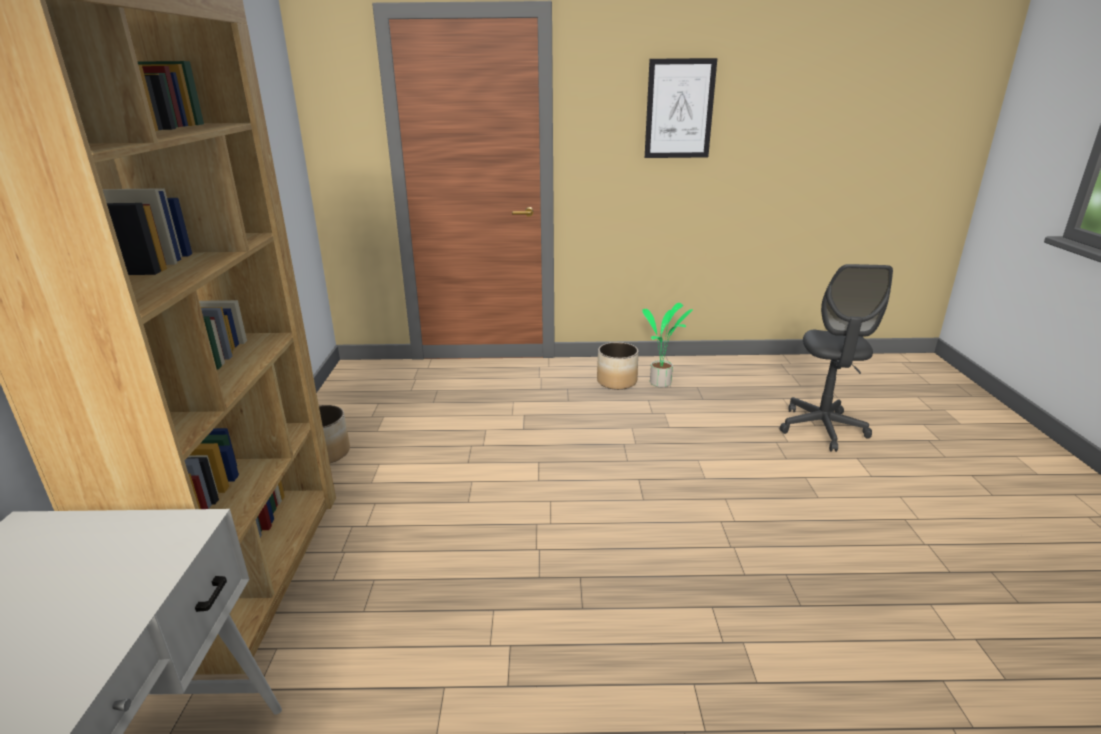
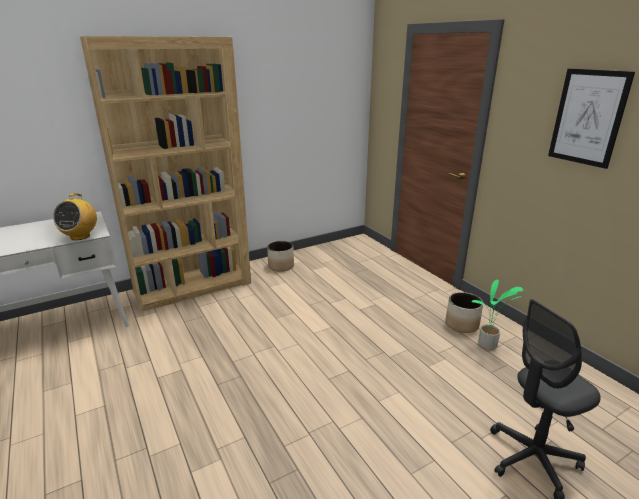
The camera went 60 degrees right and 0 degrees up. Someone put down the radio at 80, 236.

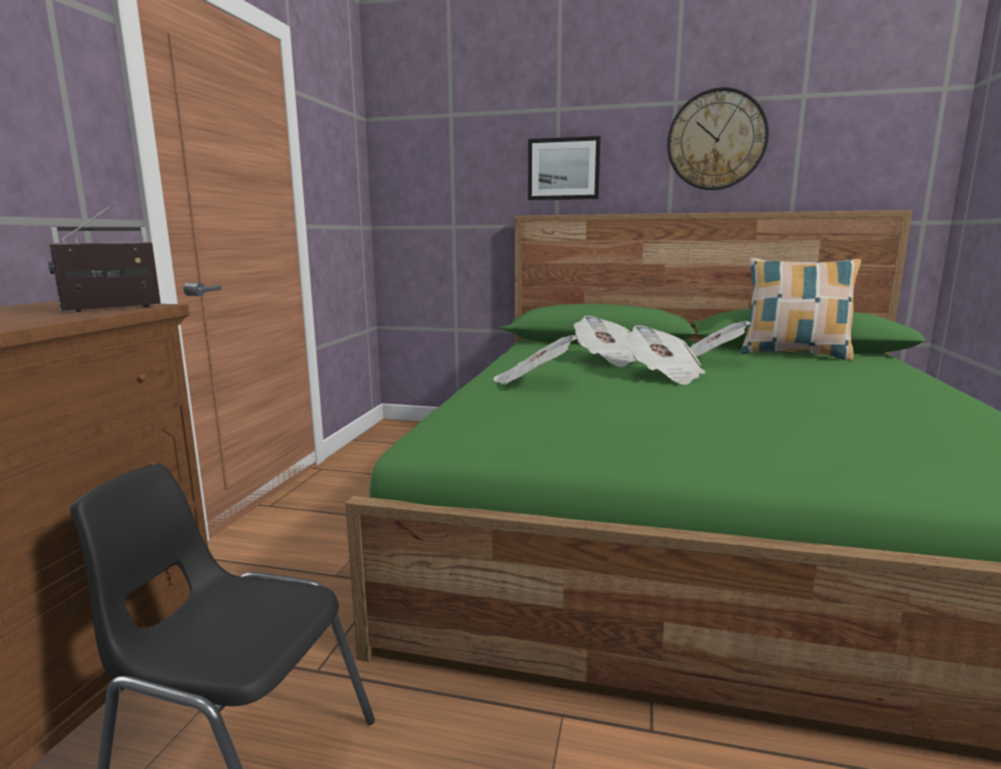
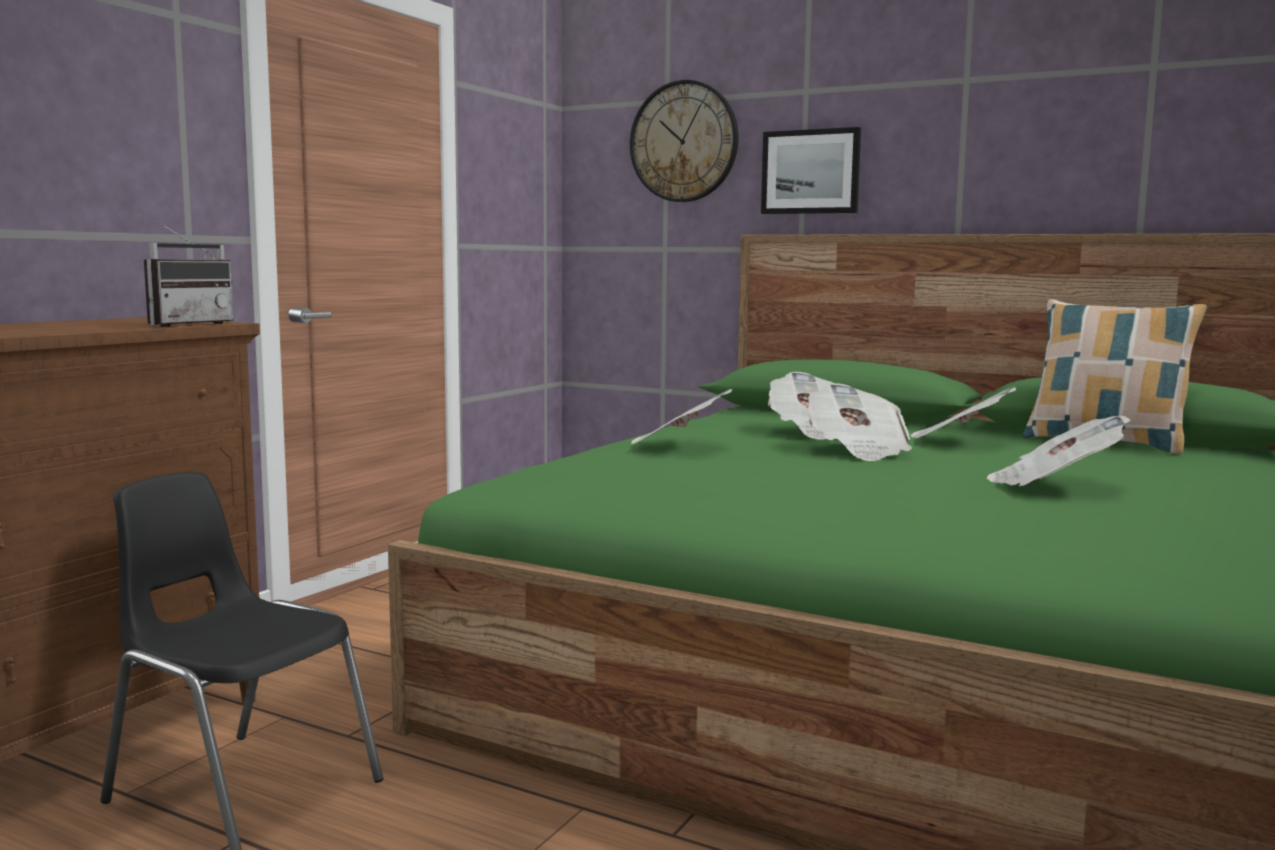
The camera went 15 degrees right and 5 degrees down. Someone rotated the radio at 114, 310 by 150 degrees clockwise. Someone carried the wall clock from 716, 140 to 684, 142. Someone put down the newspaper at 1053, 485.

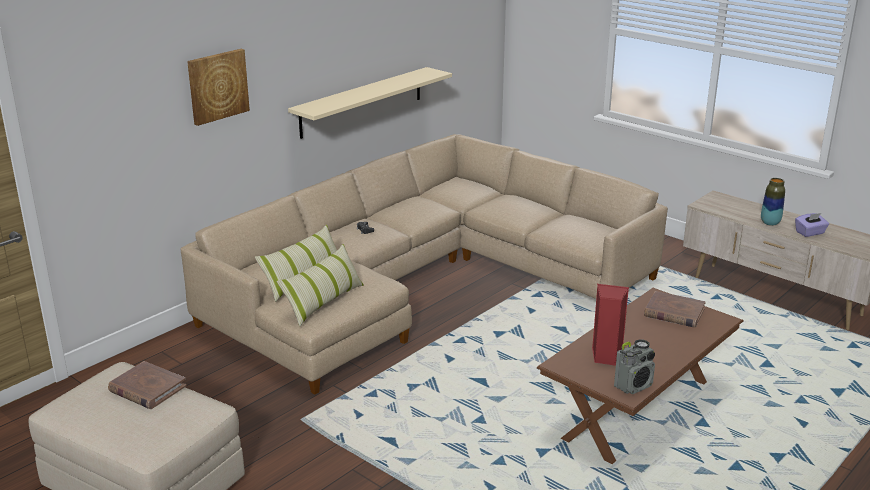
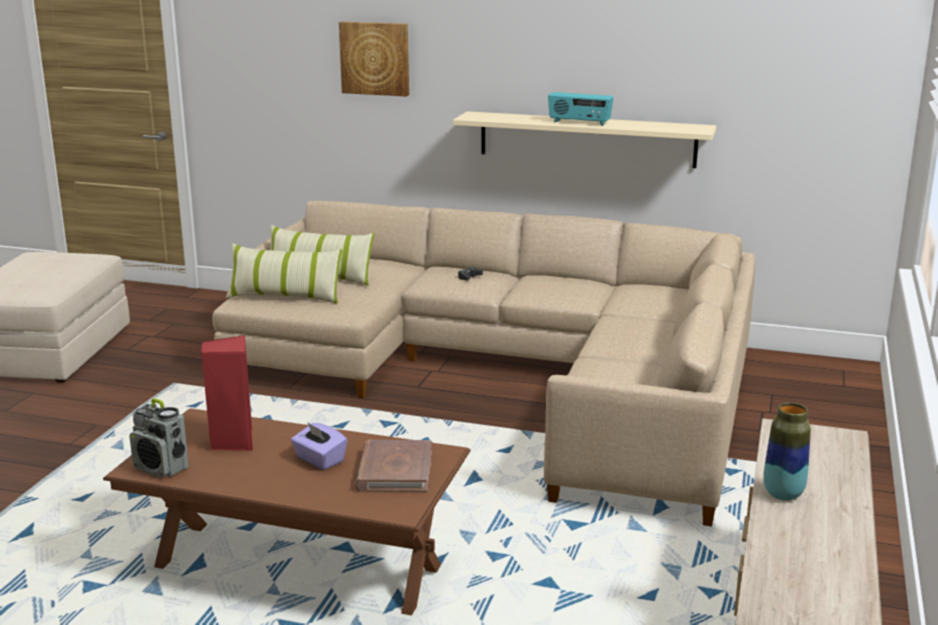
The camera went 65 degrees right and 5 degrees down. Someone took away the book in brown at 147, 389. Someone carried the tissue box in purple from 810, 233 to 319, 460. Someone put down the radio at 579, 123.

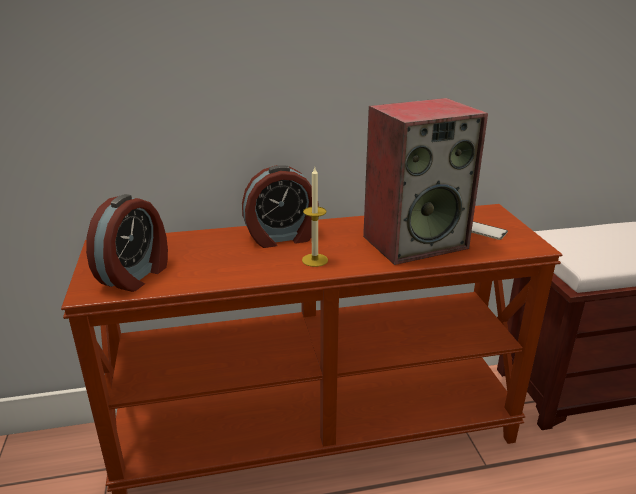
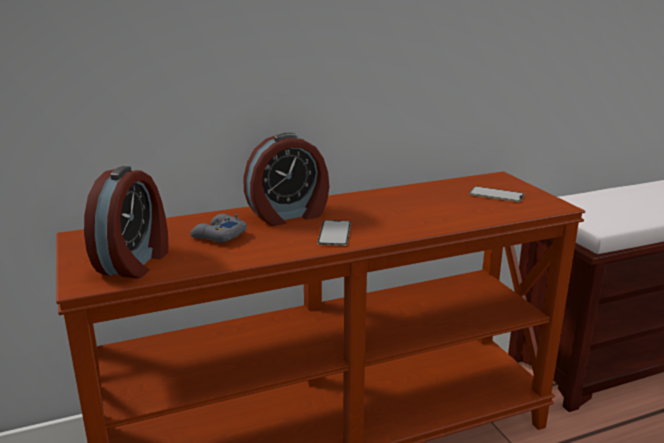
The camera went 10 degrees left and 5 degrees down. Someone swapped the candle at 315, 260 for the phone at 334, 233. Someone took away the speaker at 415, 241. Someone put down the game controller in grey at 219, 235.

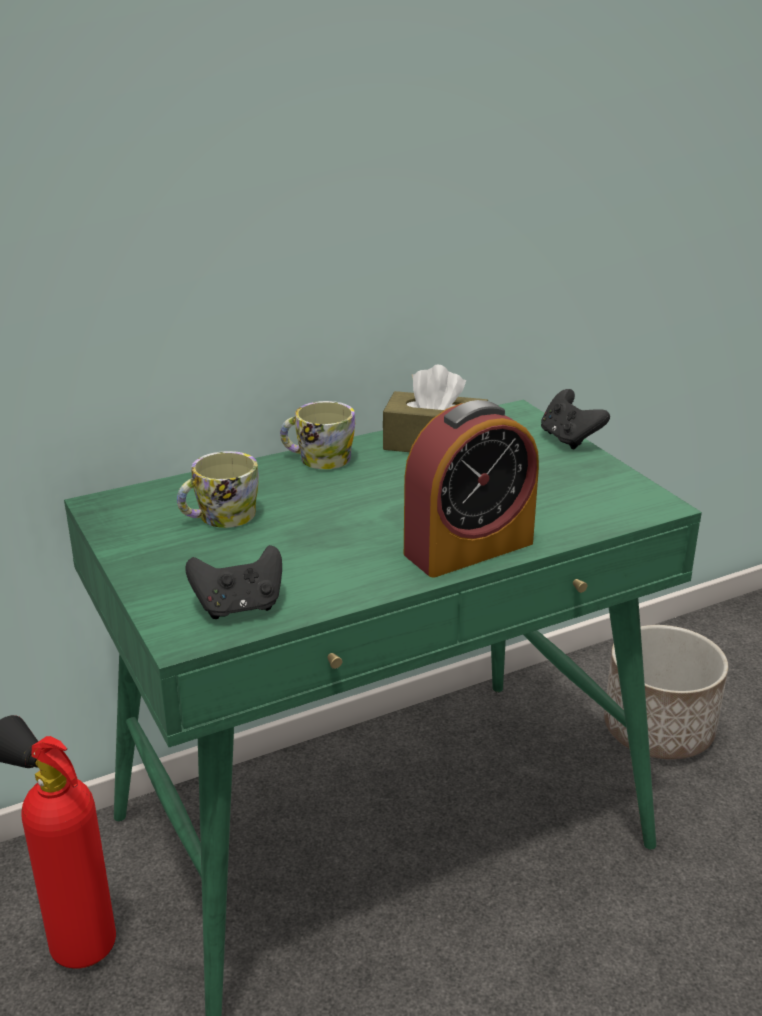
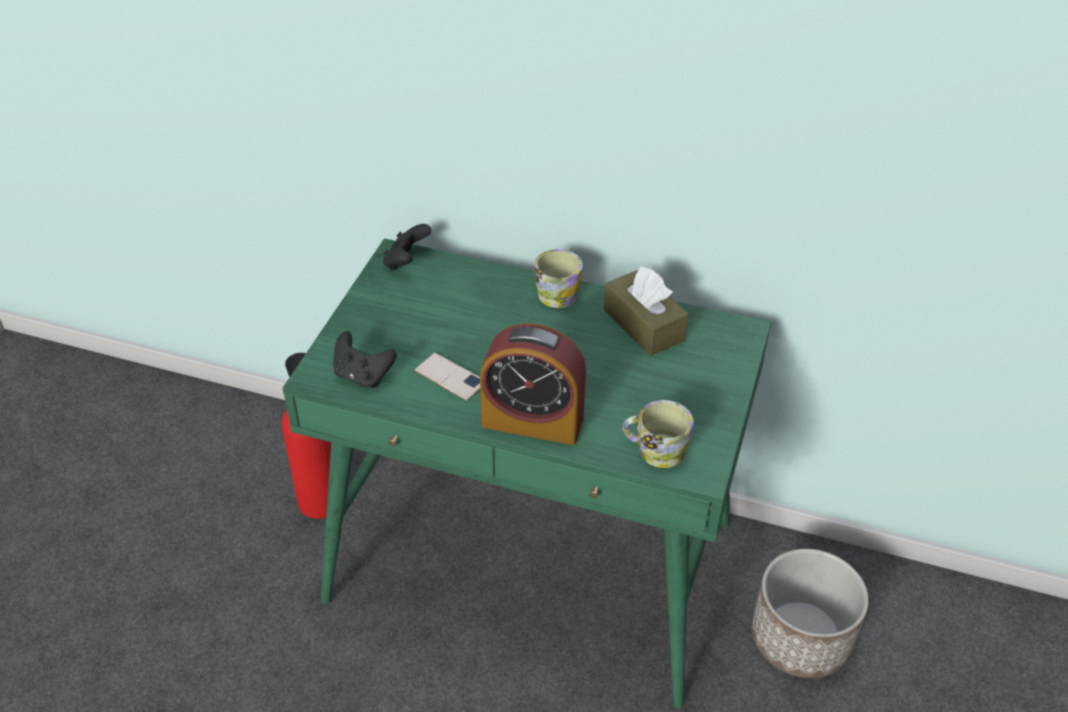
The camera went 45 degrees right and 15 degrees up. Someone carried the mug from 219, 517 to 654, 449. Someone carried the game controller in black from 569, 439 to 406, 262. Someone put down the phone at 450, 377.

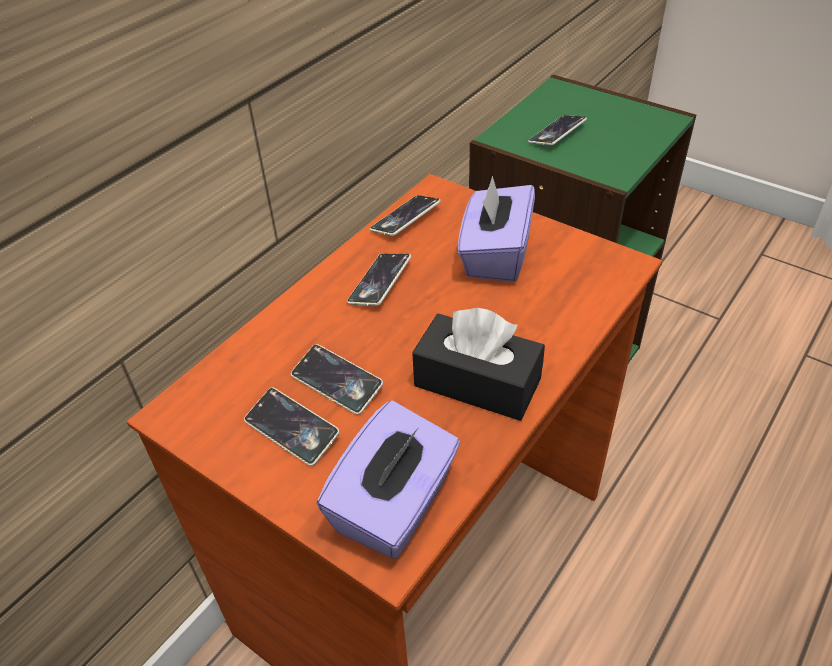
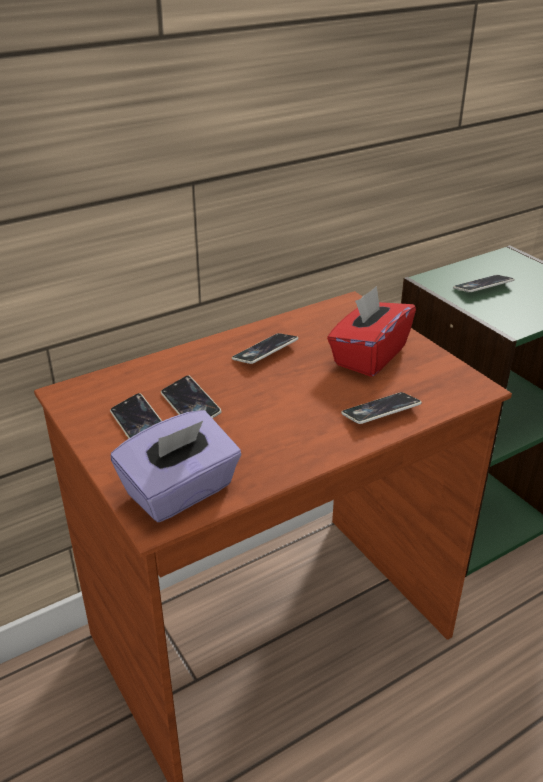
The camera went 20 degrees right and 10 degrees down. Someone carried the phone from 405, 219 to 380, 412. Someone took away the tissue box in black at 477, 382. Someone repainted the tissue box in purple at 495, 255, which became the tissue box in red at 369, 356.

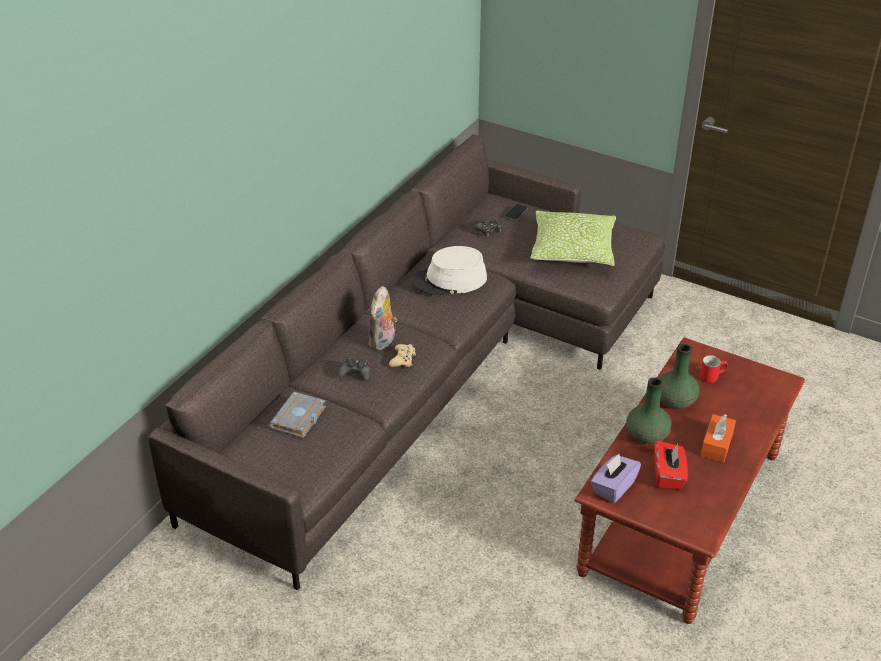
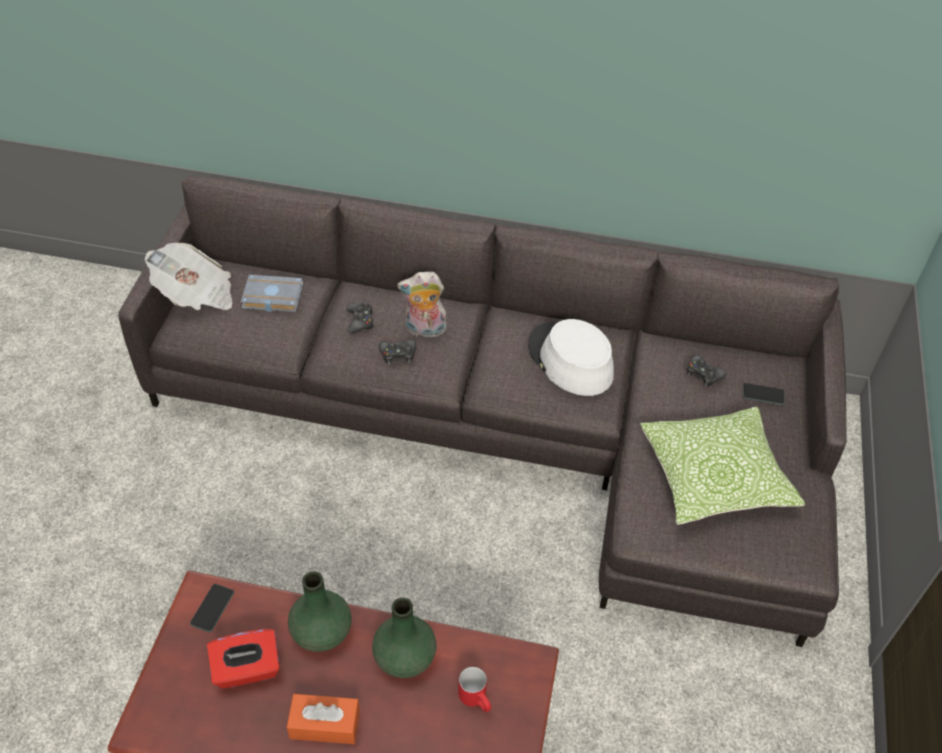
The camera went 70 degrees right and 10 degrees up. Someone repainted the game controller in beige at 403, 359, which became the game controller in black at 398, 354. Someone swapped the tissue box in purple at 613, 487 for the phone at 212, 608. Someone put down the newspaper at 196, 294.

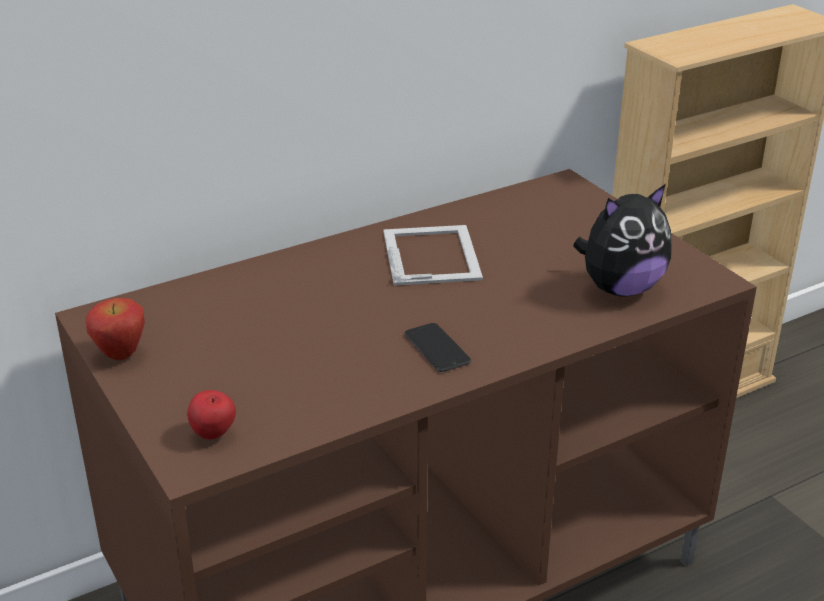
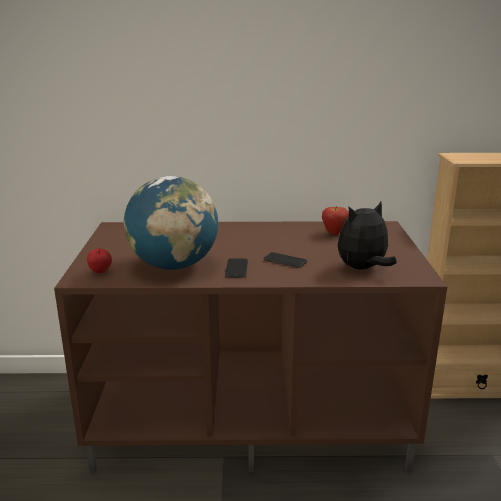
The camera went 30 degrees right and 10 degrees down. Someone carried the apple from 120, 355 to 334, 233. Someone took away the picture frame at 432, 254. Someone rotated the plush toy at 620, 288 by 150 degrees clockwise. Someone put down the globe at 174, 265. Someone put down the phone at 285, 261.

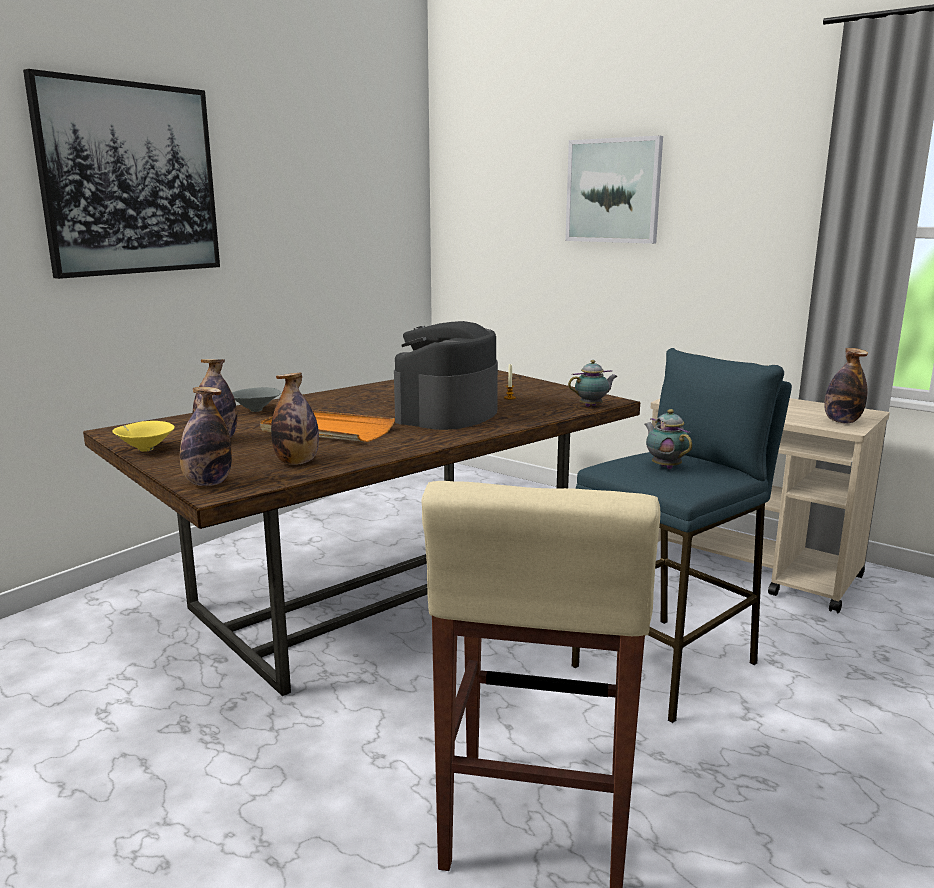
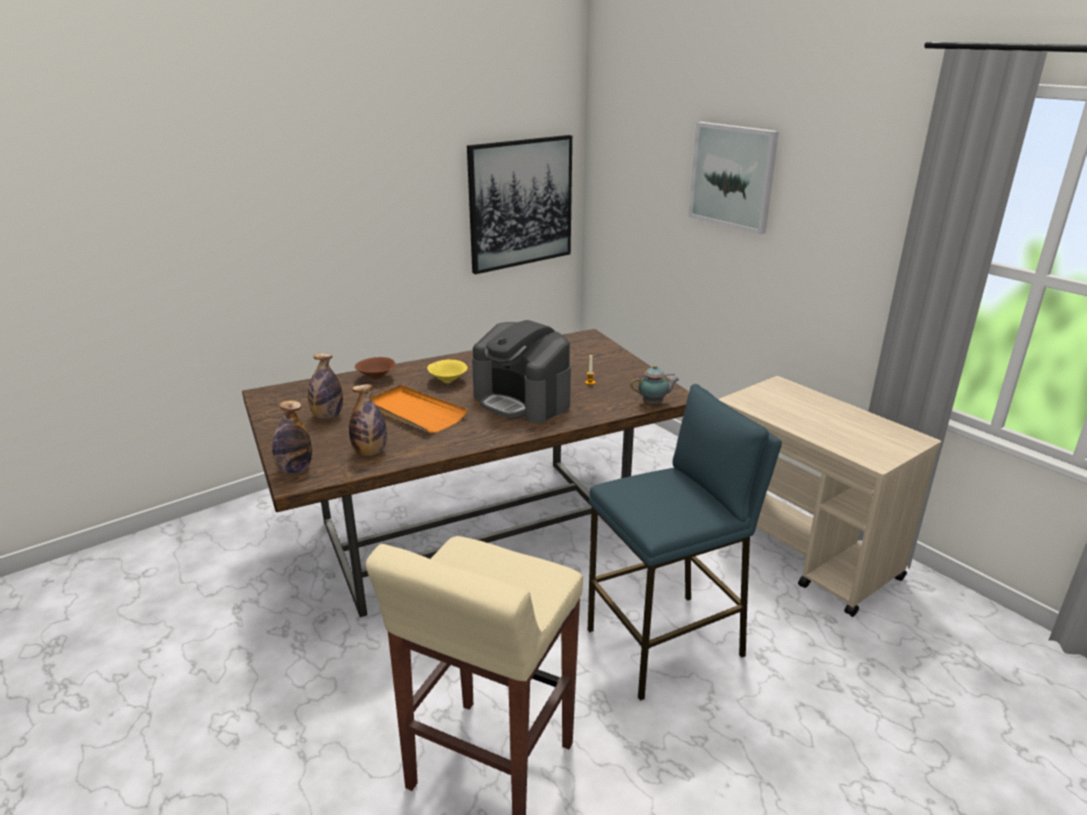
The camera went 15 degrees right and 10 degrees up. Someone carried the picture from 130, 179 to 520, 203. Someone carried the bowl in yellow from 145, 449 to 447, 381. Someone repainted the bowl in grey at 257, 410, which became the bowl in brown at 377, 378. Someone rotated the coffee machine at 447, 414 by 90 degrees counterclockwise. Someone took away the teapot at 665, 467. Someone took away the bottle at 841, 421.

